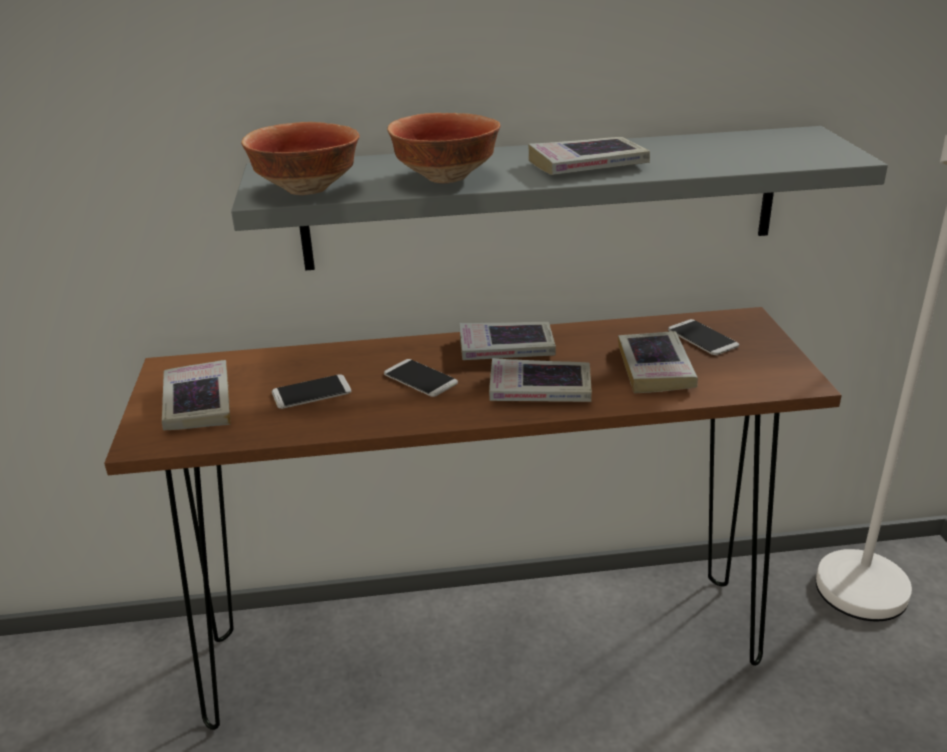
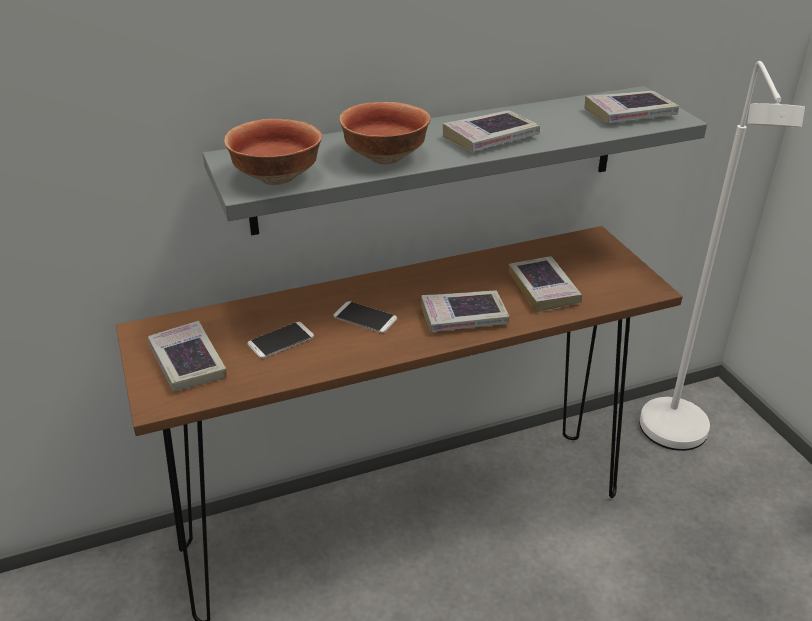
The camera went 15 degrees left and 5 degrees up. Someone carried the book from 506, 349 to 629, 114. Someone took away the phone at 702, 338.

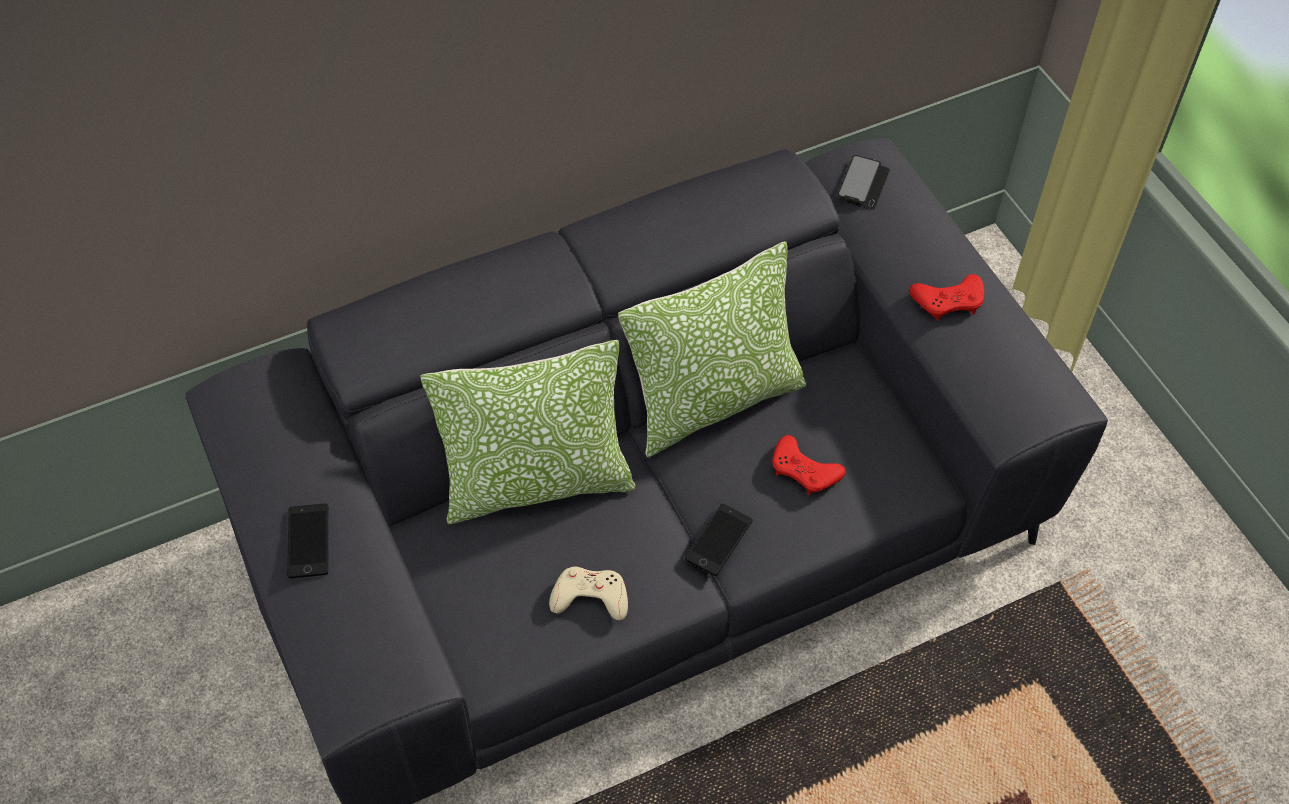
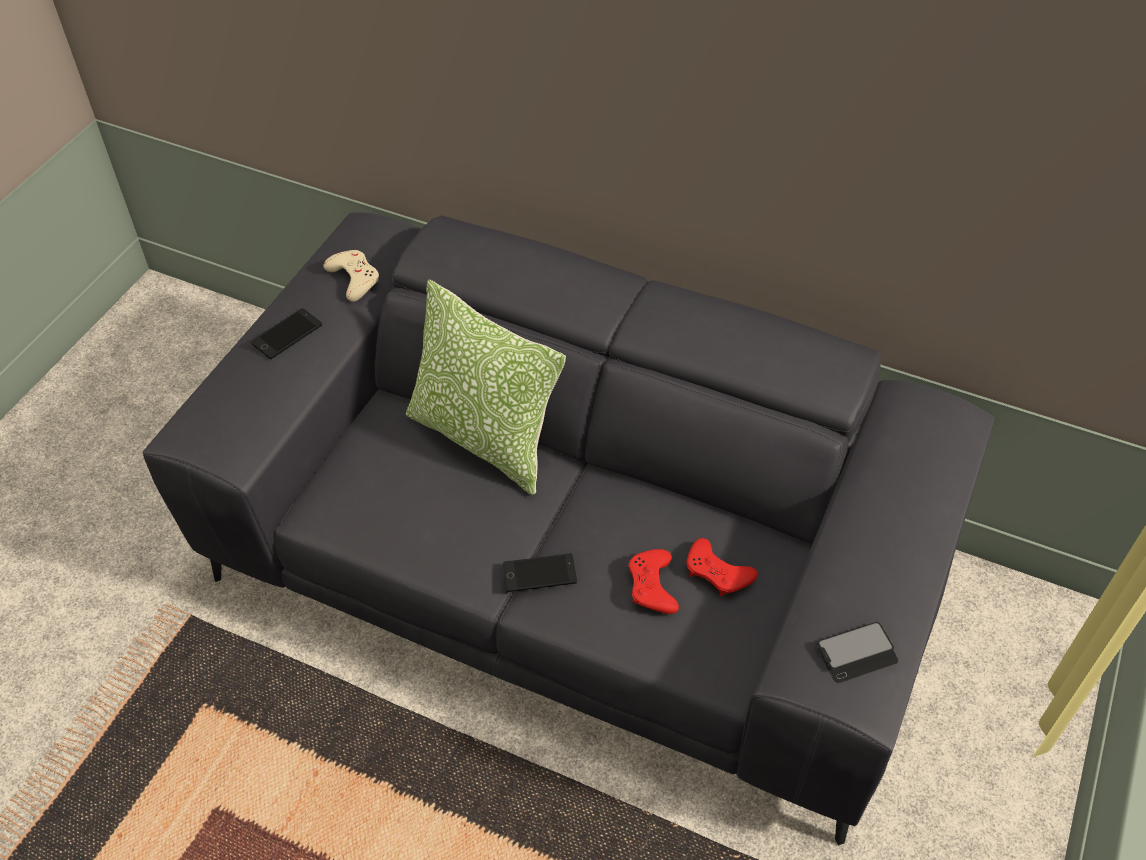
The camera went 50 degrees right and 5 degrees down. Someone carried the game controller in beige from 590, 597 to 354, 278. Someone took away the pillow at 714, 401. Someone carried the phone from 863, 184 to 857, 653. Someone carried the game controller in red from 949, 301 to 717, 572.

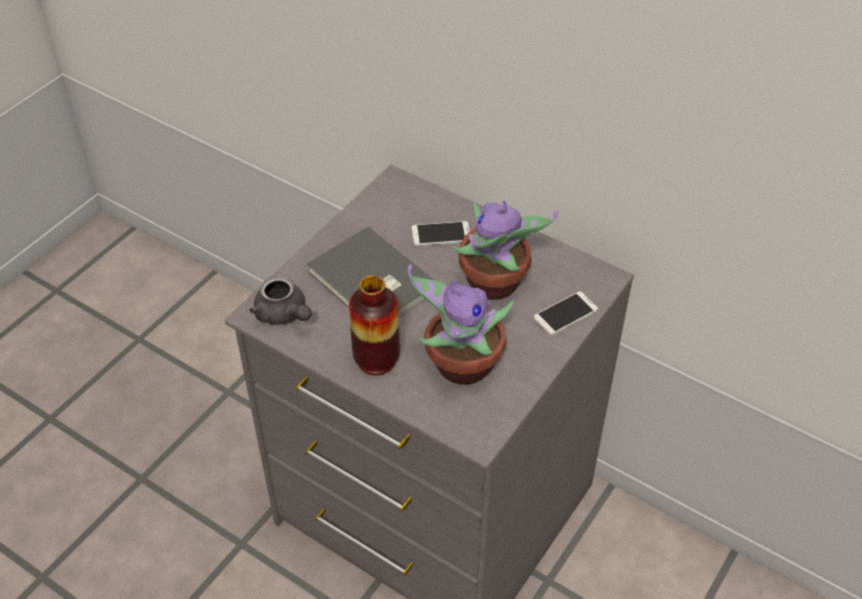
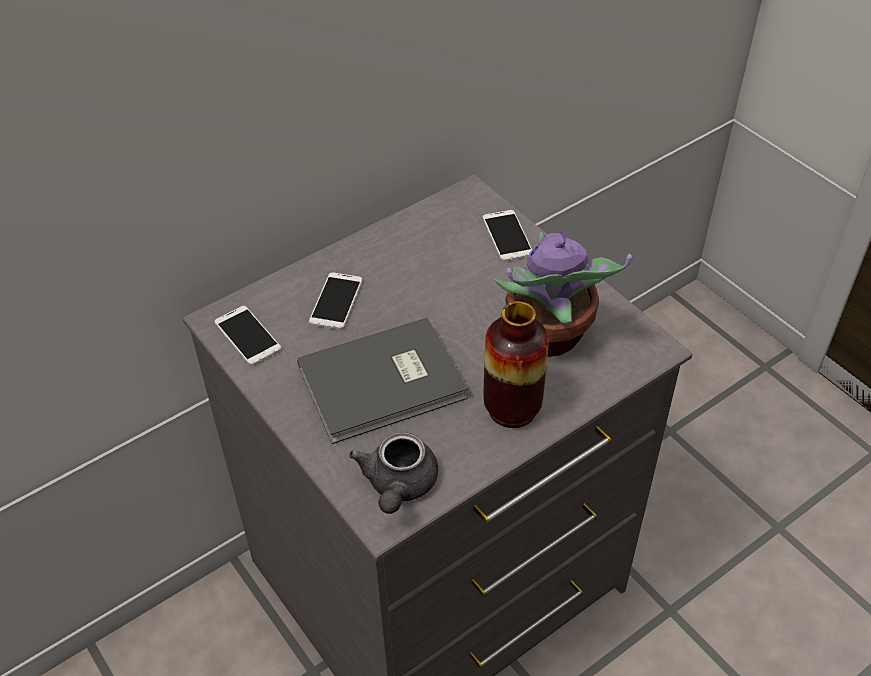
The camera went 70 degrees left and 0 degrees up. Someone rotated the teapot in grey at 283, 315 by 120 degrees clockwise. Someone took away the potted plant at 494, 284. Someone put down the phone at 247, 336.

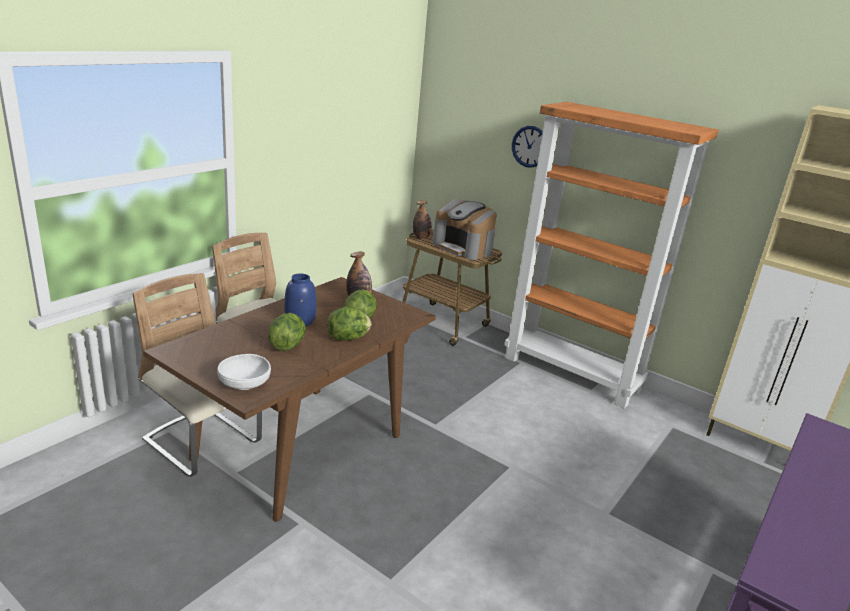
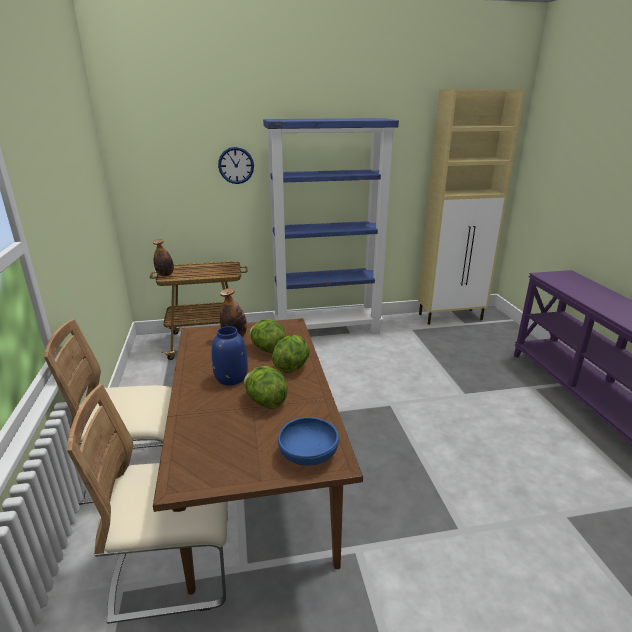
The camera went 45 degrees left and 0 degrees up. Someone repainted the bowl in white at 245, 384, which became the bowl in blue at 308, 454. Someone took away the coffee machine at 463, 248. Someone repainted the bookcase in orange at 572, 374, which became the bookcase in blue at 327, 329.

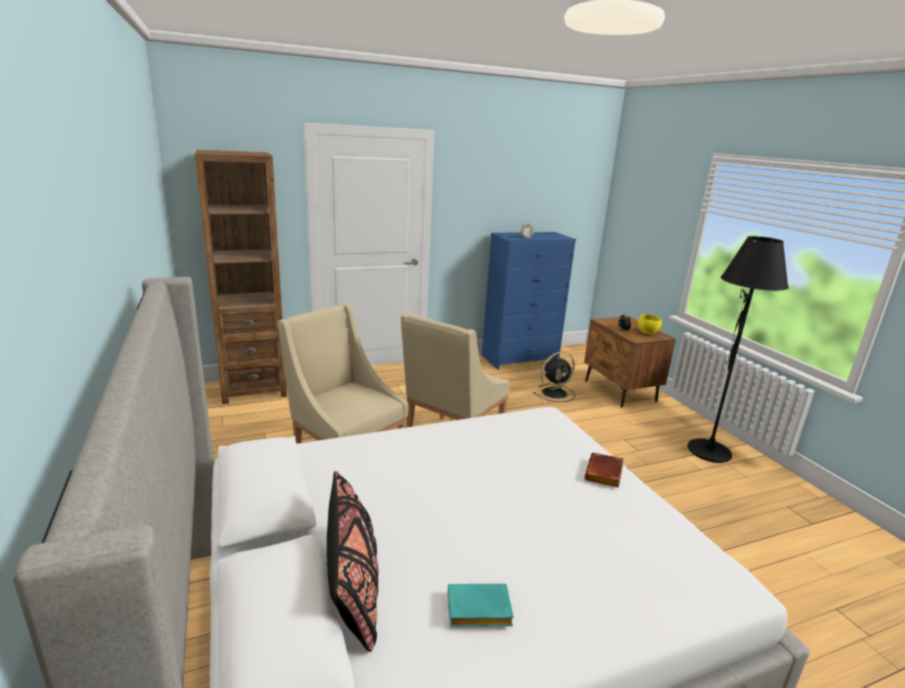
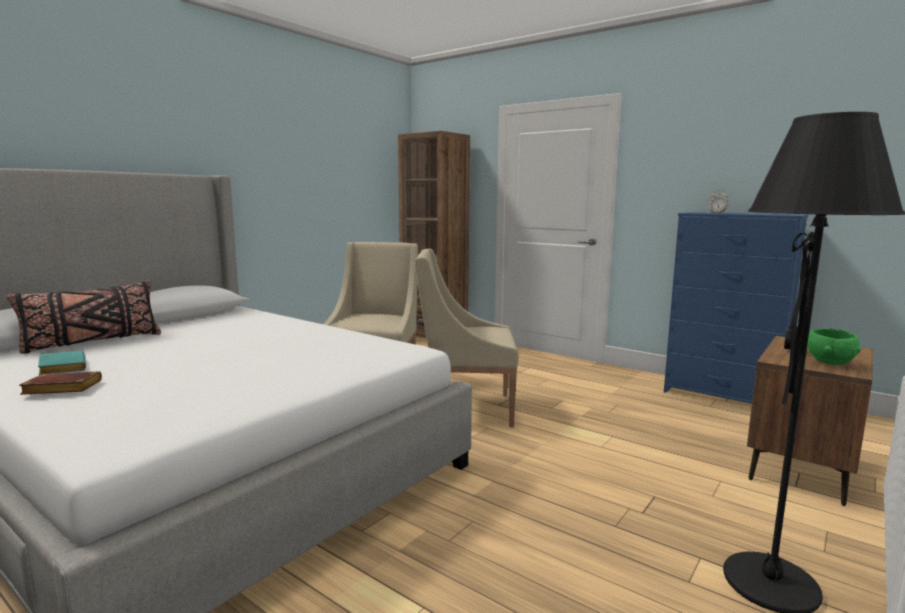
The camera went 60 degrees right and 10 degrees down. Someone took away the fan in black at 555, 393. Someone carried the book in brown from 605, 474 to 60, 389. Someone repainted the bowl in yellow at 647, 333, which became the bowl in green at 829, 363.

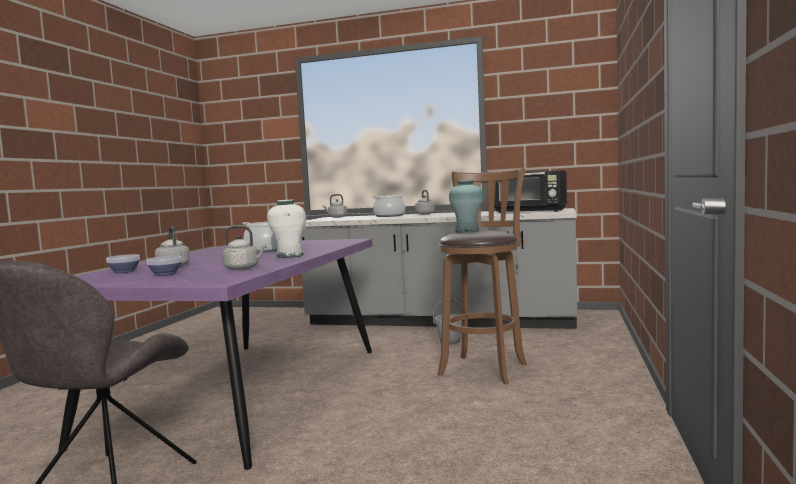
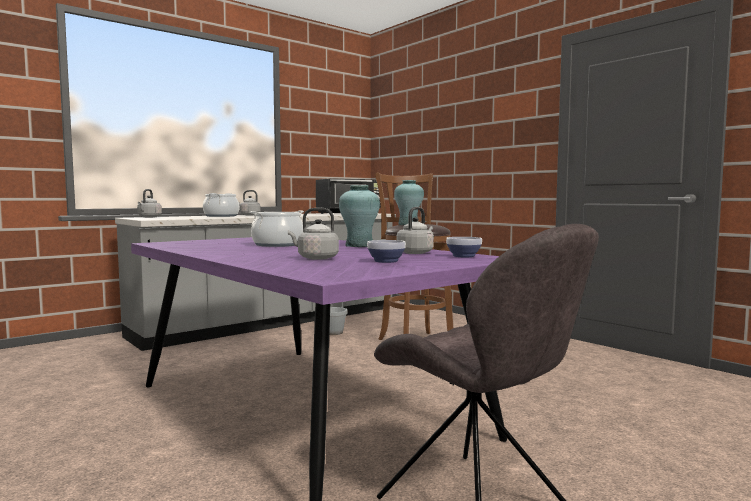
The camera went 55 degrees left and 0 degrees up. Someone carried the bowl from 123, 272 to 464, 256. Someone repainted the vase in white at 289, 256, which became the vase in turquoise at 359, 245.

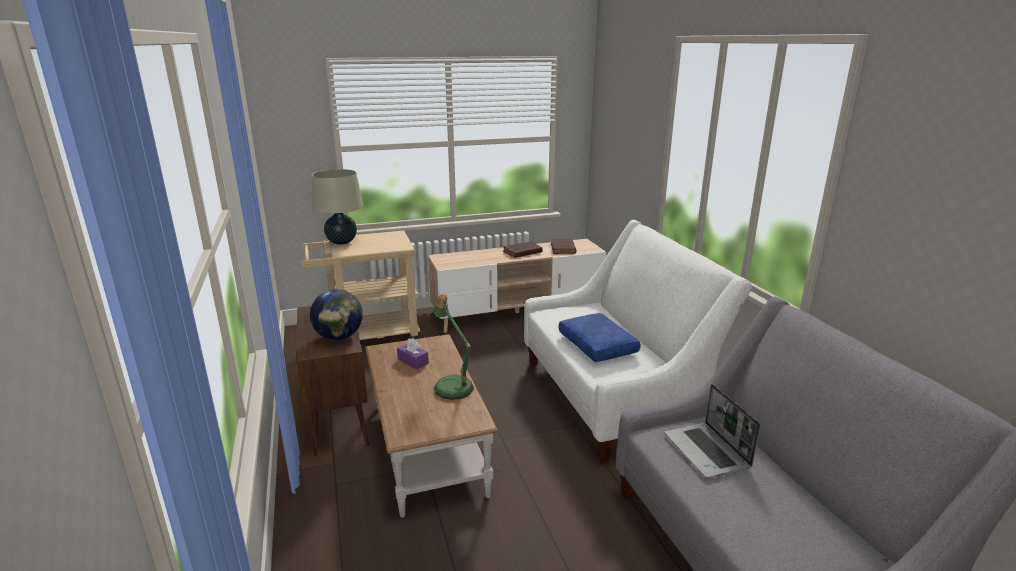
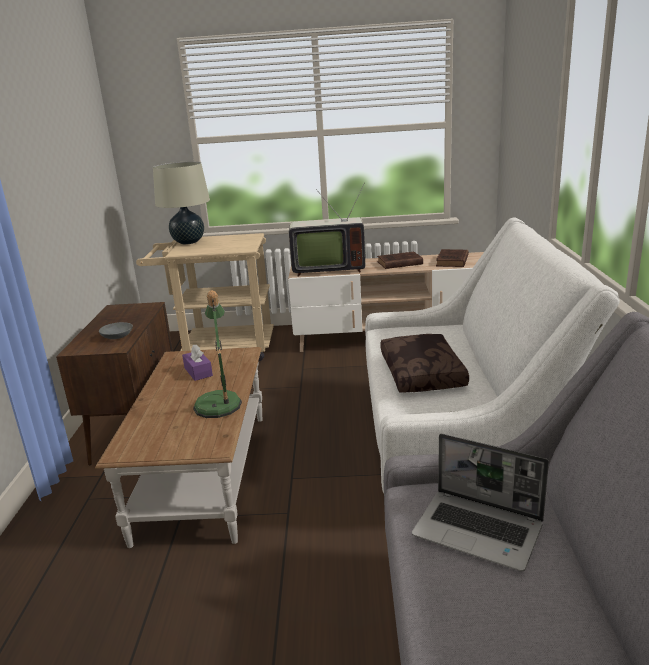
The camera went 20 degrees right and 0 degrees up. Someone swapped the globe at 339, 337 for the bowl in grey at 117, 336. Someone repainted the pillow in blue at 598, 345, which became the pillow in brown at 423, 373. Someone rotated the laptop at 707, 451 by 60 degrees counterclockwise. Someone put down the television at 327, 269.

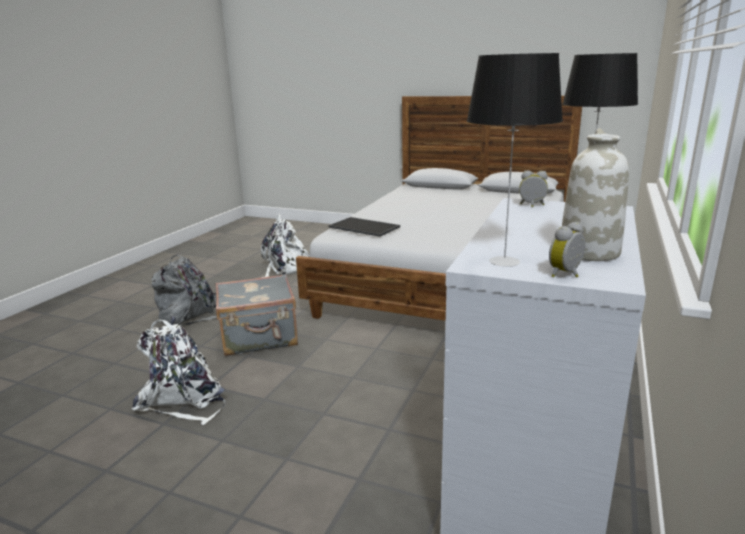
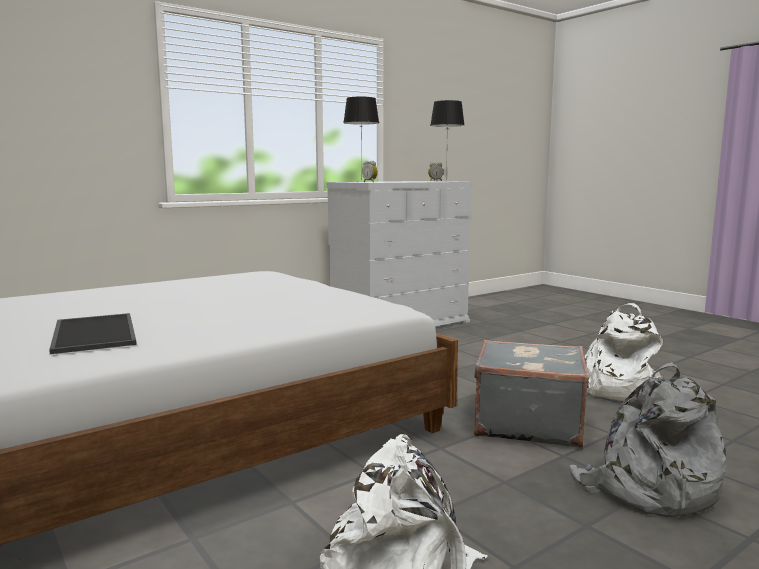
The camera went 150 degrees left and 10 degrees down. Someone carried the tray from 365, 227 to 92, 333. Someone took away the vase in white at 588, 251.

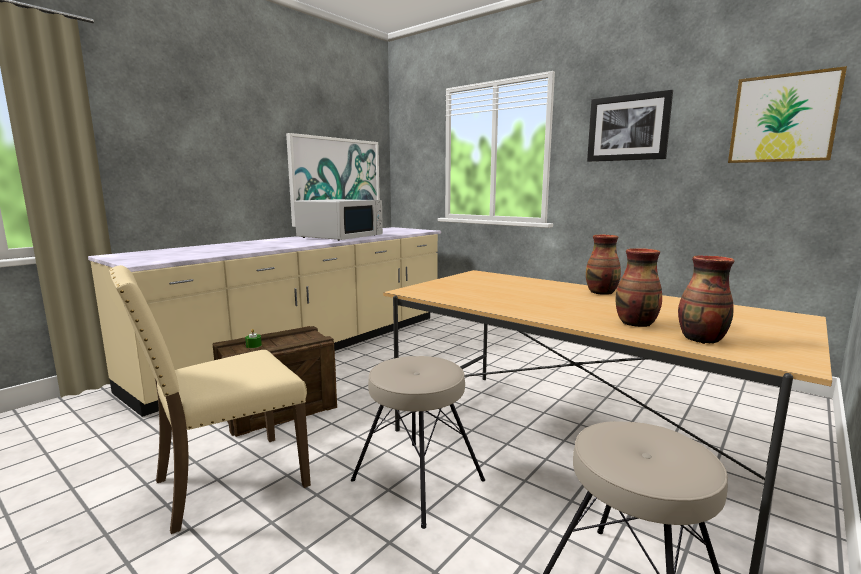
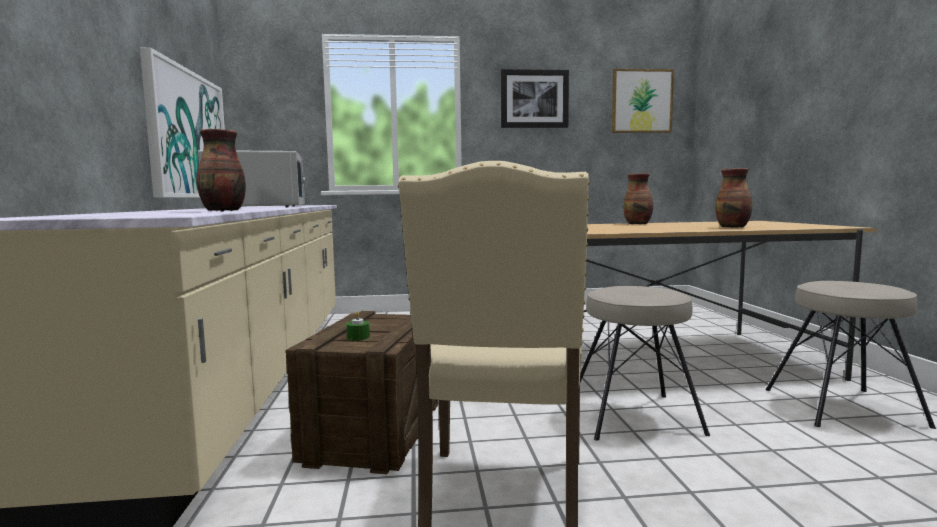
The camera went 45 degrees left and 5 degrees down. Someone carried the vase from 701, 339 to 223, 211.

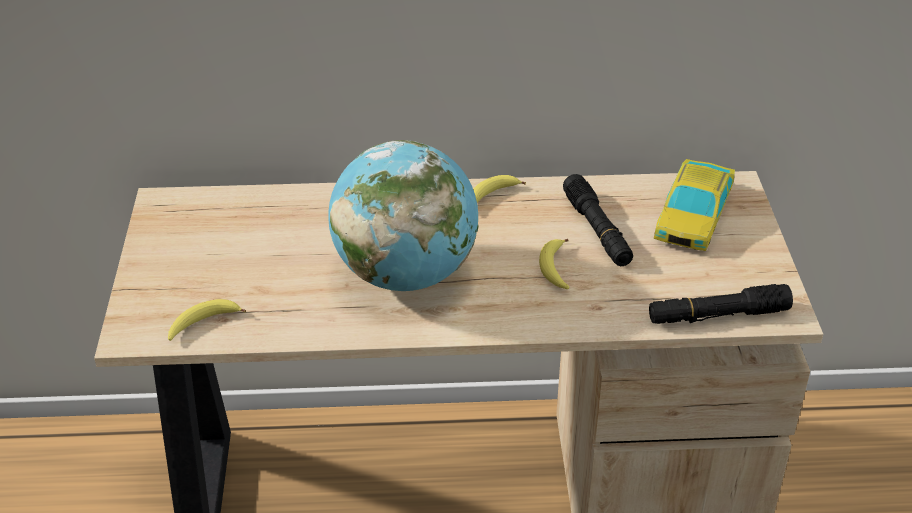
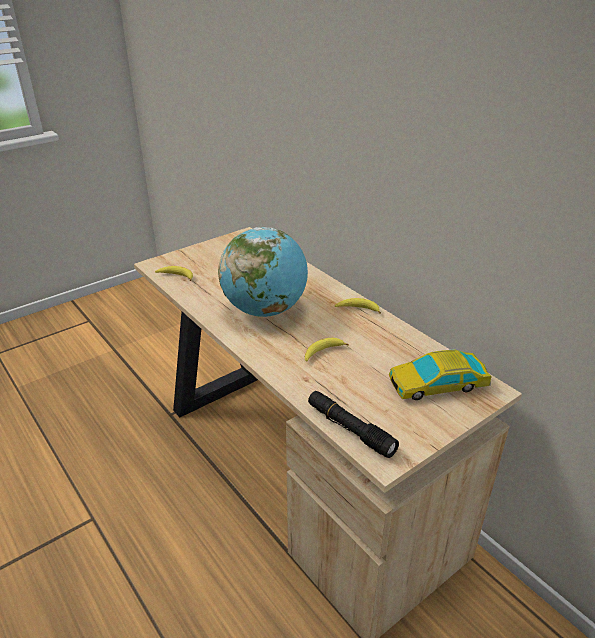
The camera went 55 degrees right and 5 degrees down. Someone took away the flashlight in black at 597, 230.

